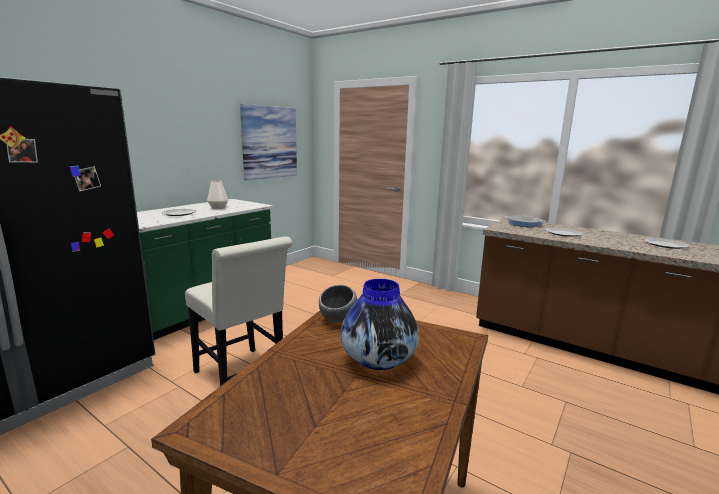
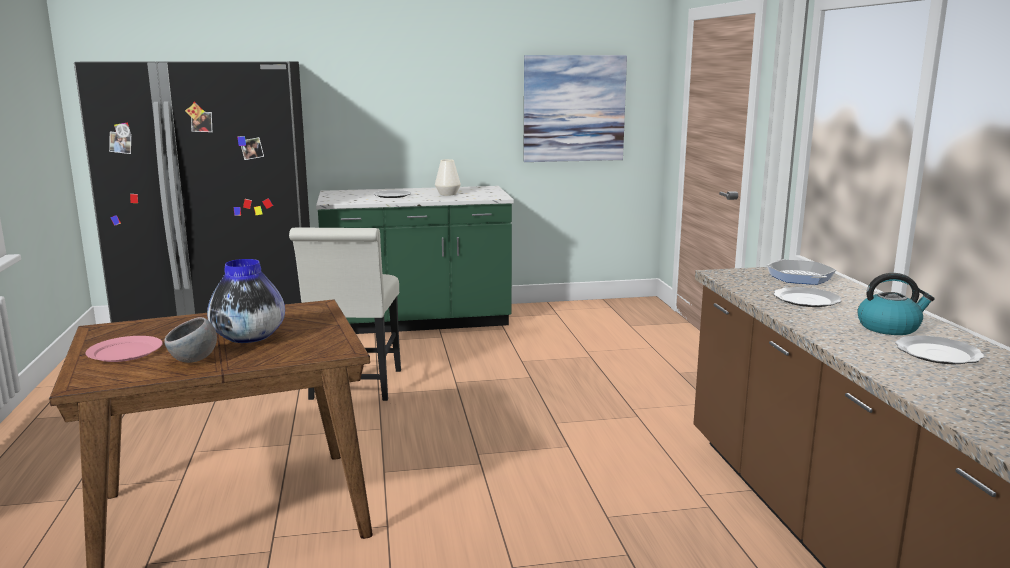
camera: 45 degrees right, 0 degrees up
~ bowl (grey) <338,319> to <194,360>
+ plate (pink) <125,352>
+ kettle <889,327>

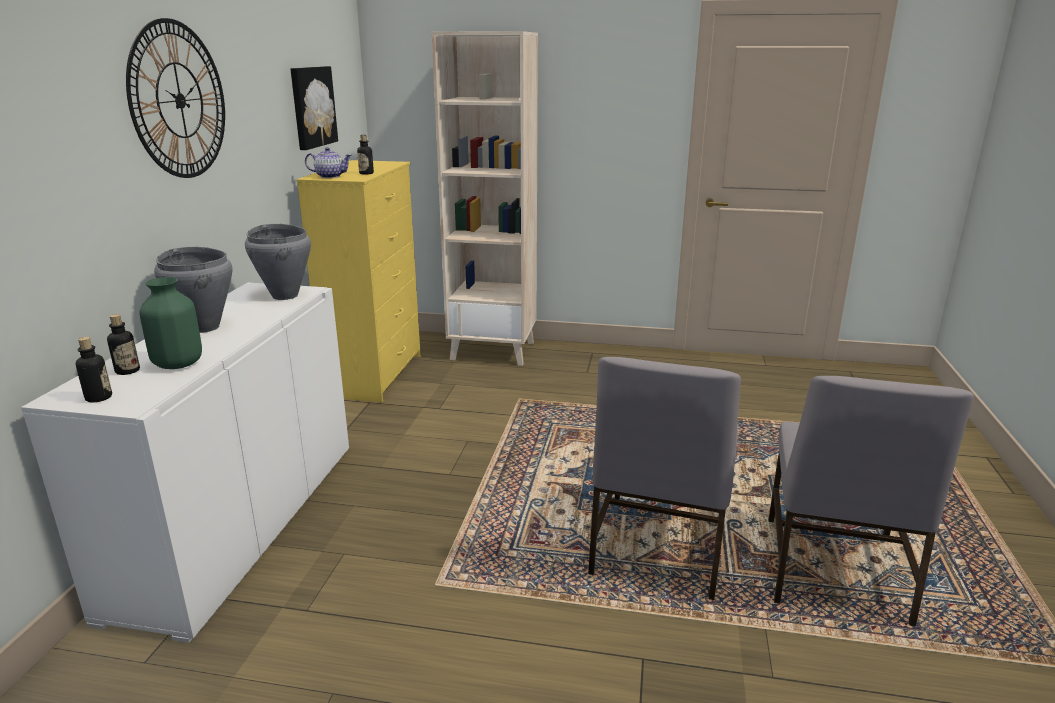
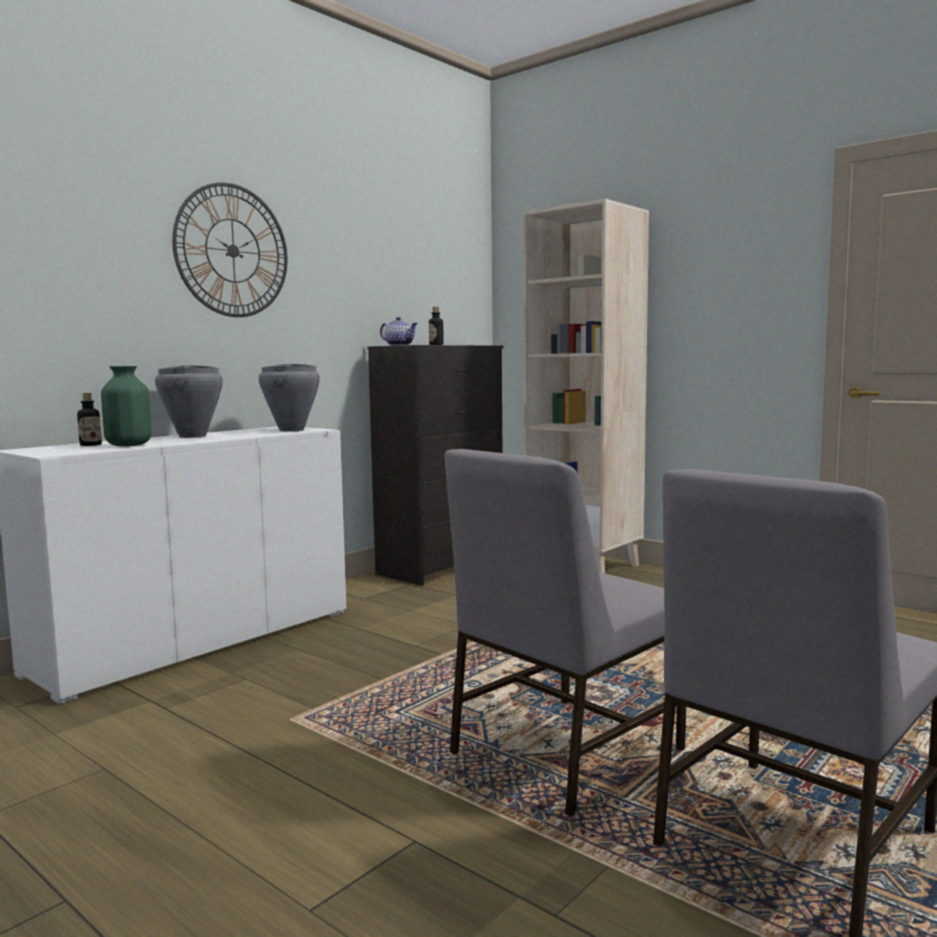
camera: 30 degrees right, 15 degrees down
- bottle <99,397>
- picture <312,107>
~ dresser (yellow) <376,375> to dresser (black) <443,567>

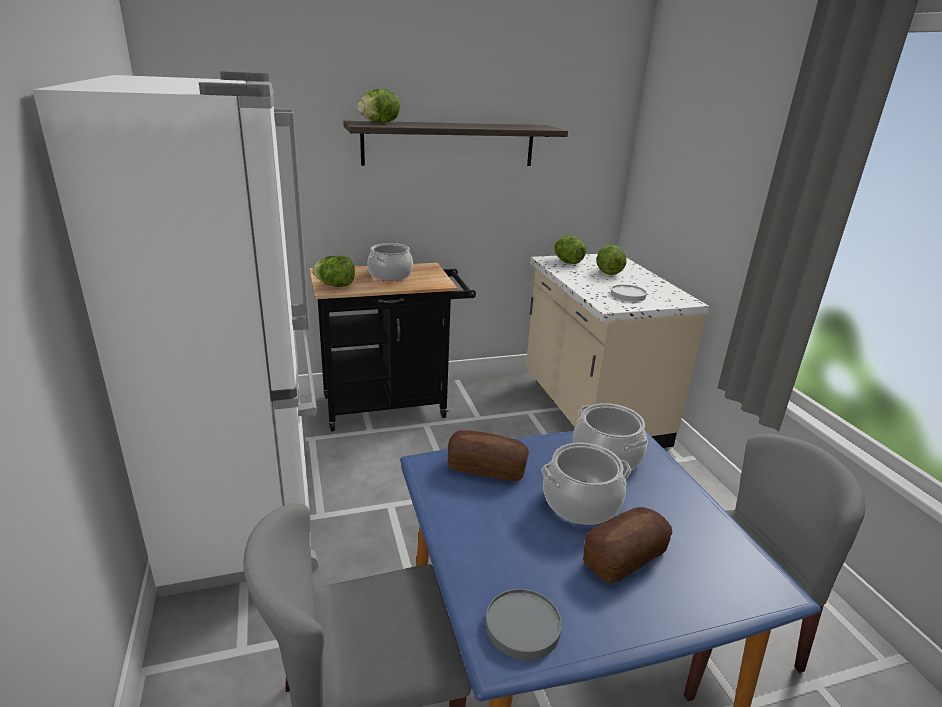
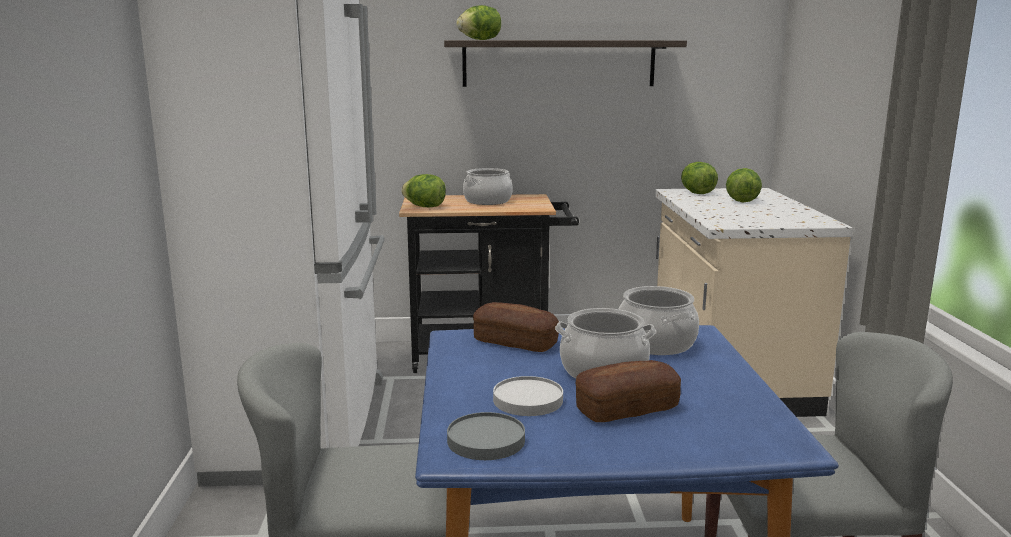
camera: 15 degrees right, 10 degrees down
~ plate (white) <628,295> to <528,400>

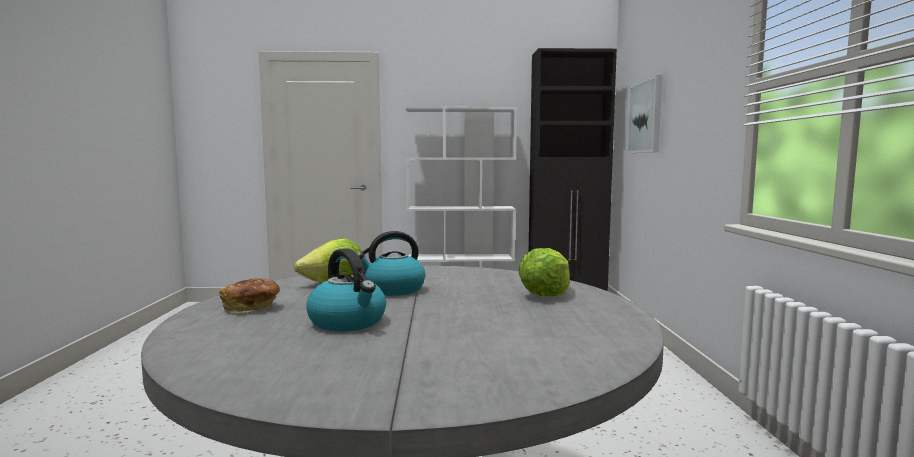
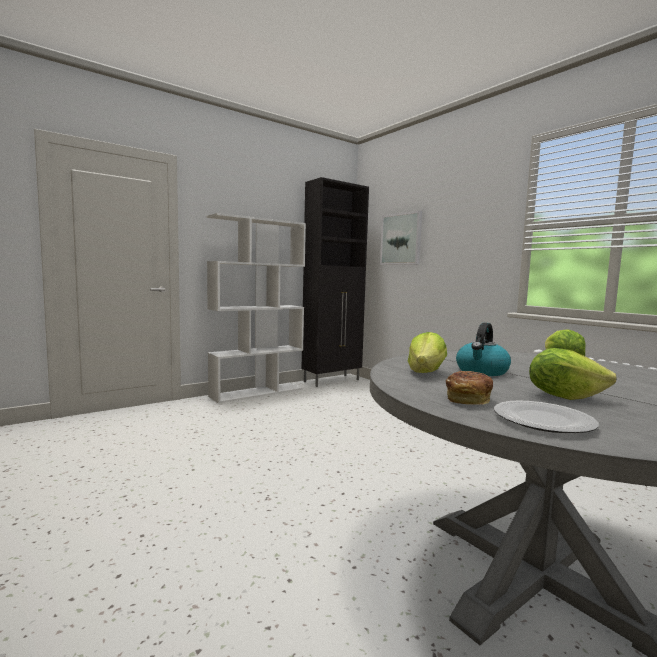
camera: 35 degrees left, 0 degrees up
~ kettle <348,322> to lettuce <563,396>
+ plate <541,420>

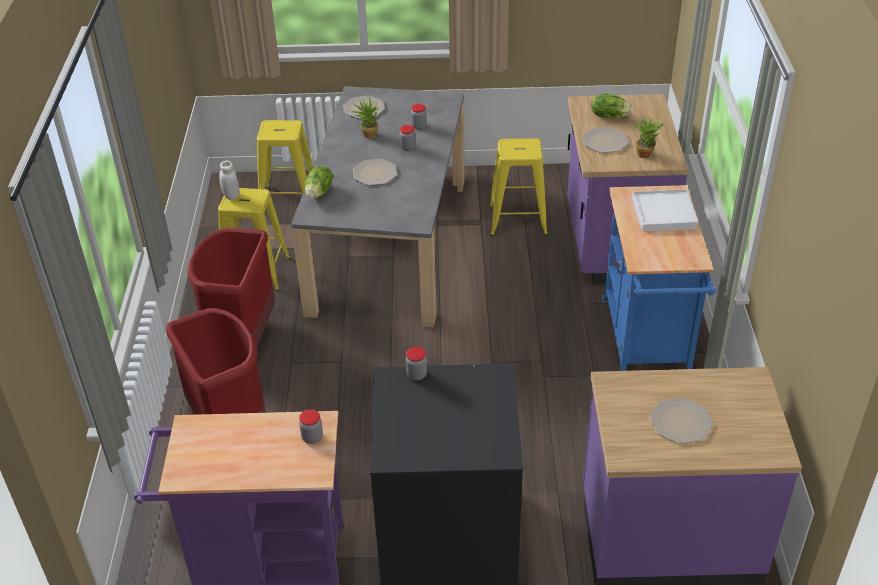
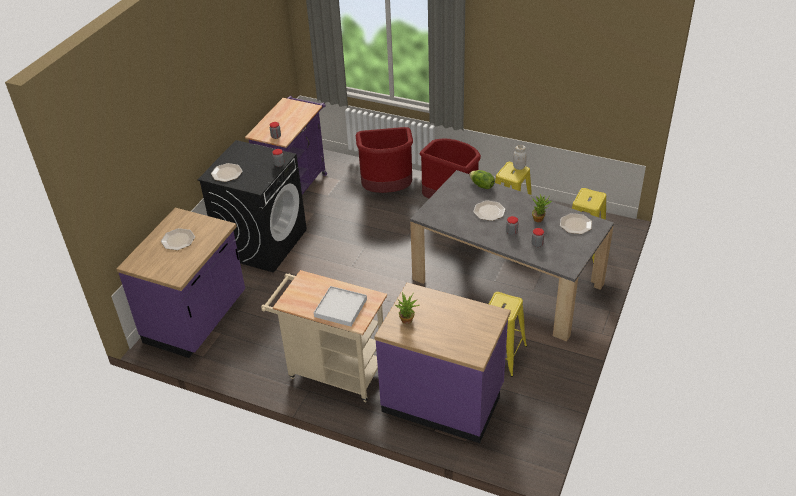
camera: 115 degrees right, 0 degrees up
~ plate <605,141> to <226,173>
- lettuce <609,116>
~ cart (blue) <646,343> to cart (beige) <332,371>

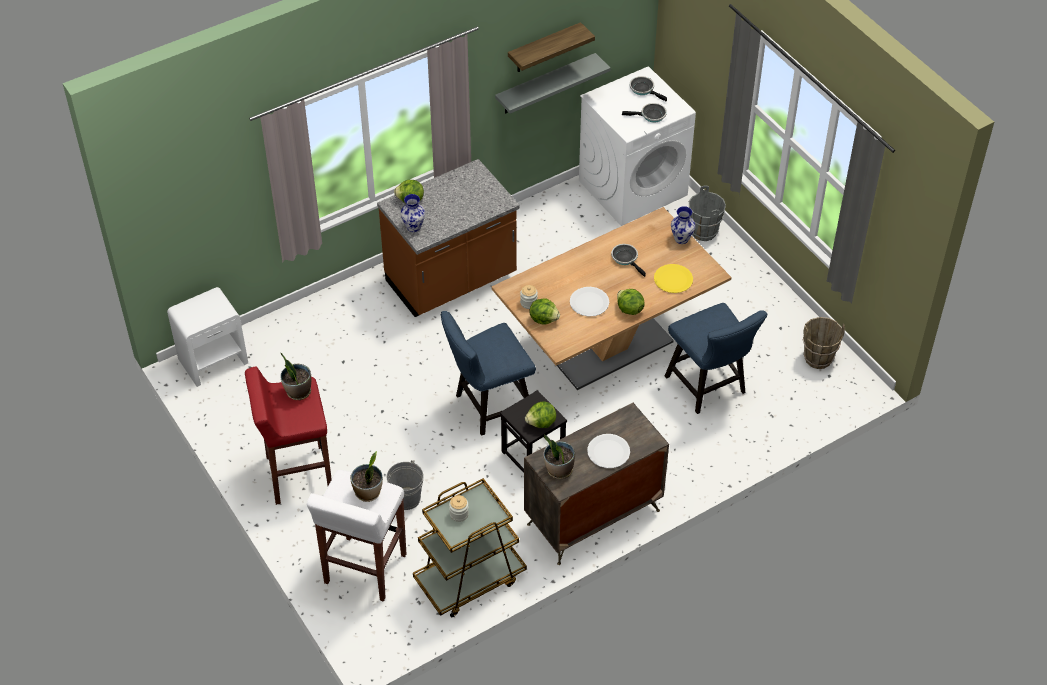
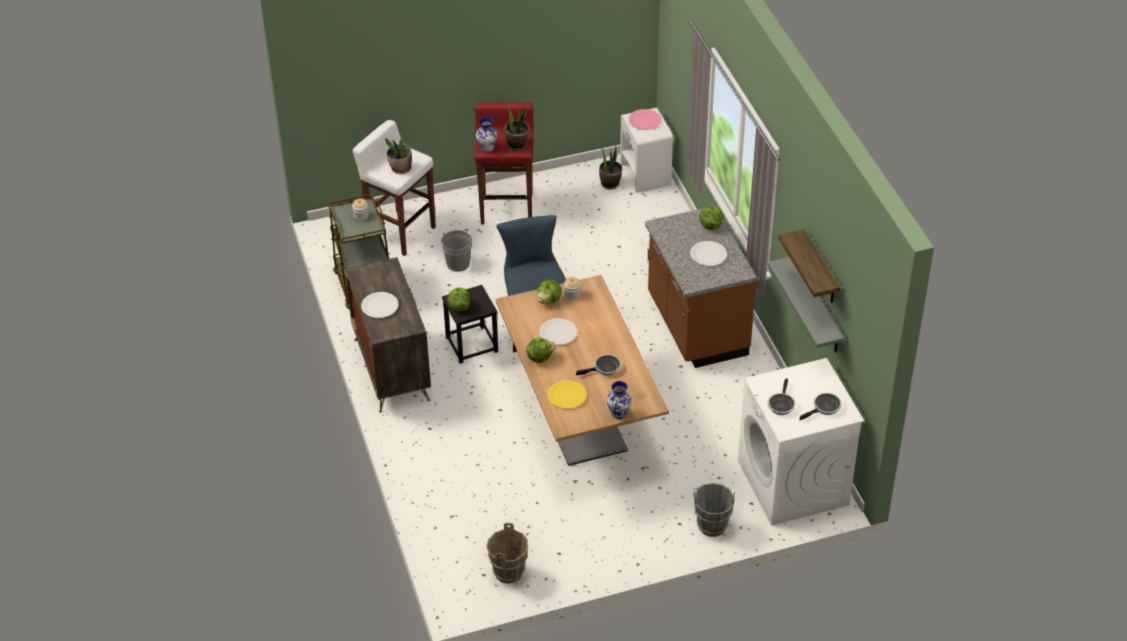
camera: 105 degrees right, 5 degrees down
~ vase <414,227> to <487,148>
~ potted plant <559,470> to <610,183>
- chair (blue) <709,388>
+ plate (pink) <645,120>
+ plate (white) <708,255>

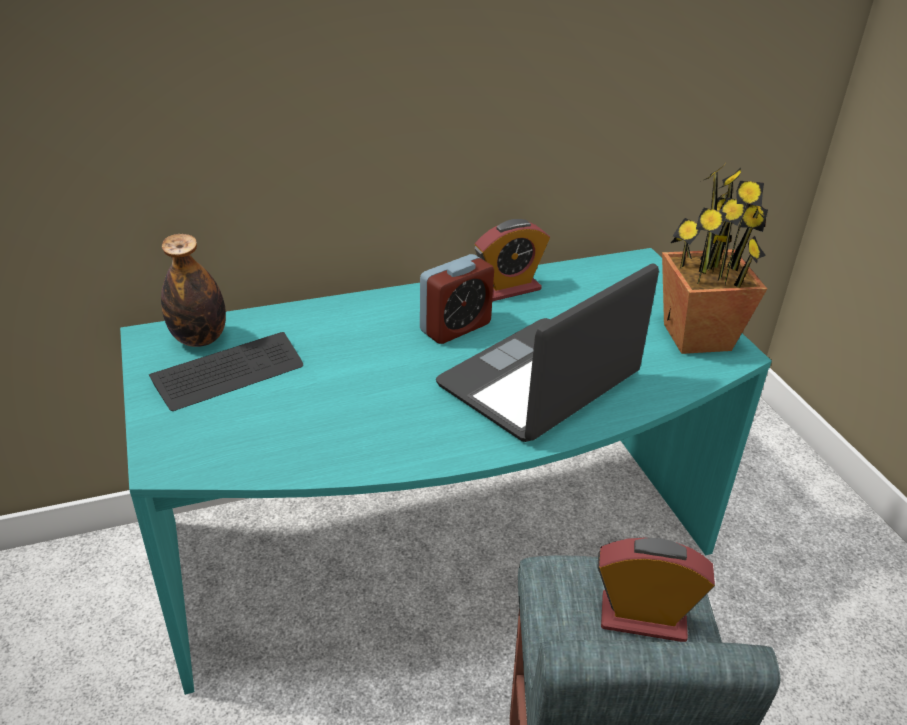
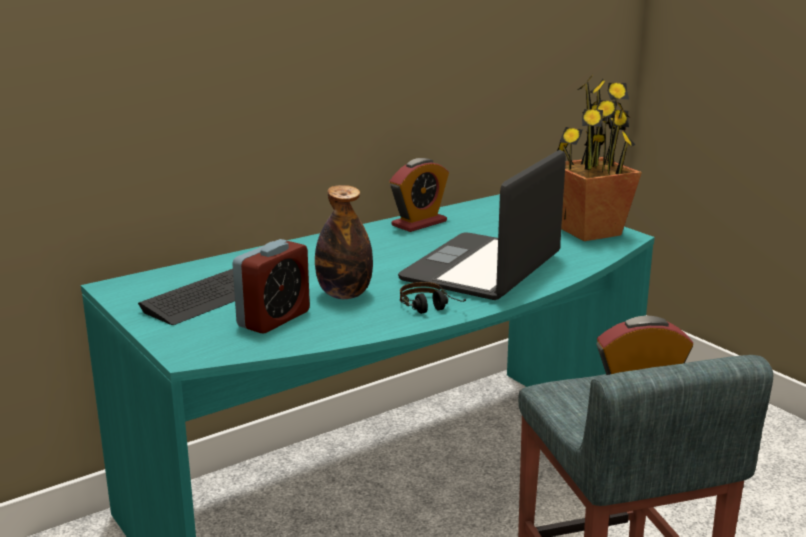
camera: 15 degrees left, 15 degrees down
~ bottle <199,339> to <344,294>
~ alarm clock <455,327> to <274,319>
+ headphones <432,309>

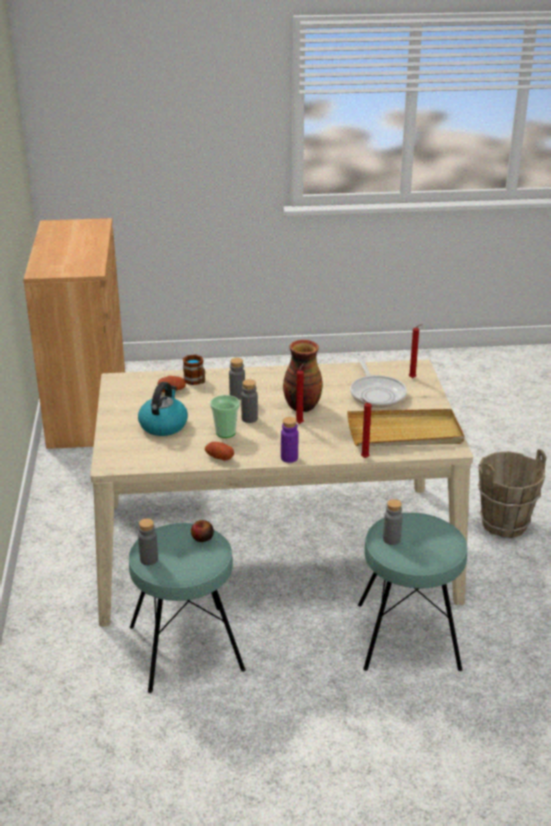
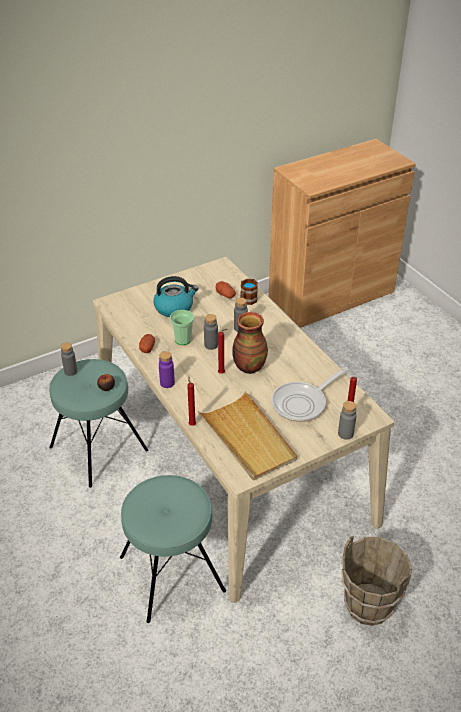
camera: 65 degrees right, 10 degrees up
~ bottle (grey) <391,539> to <345,434>

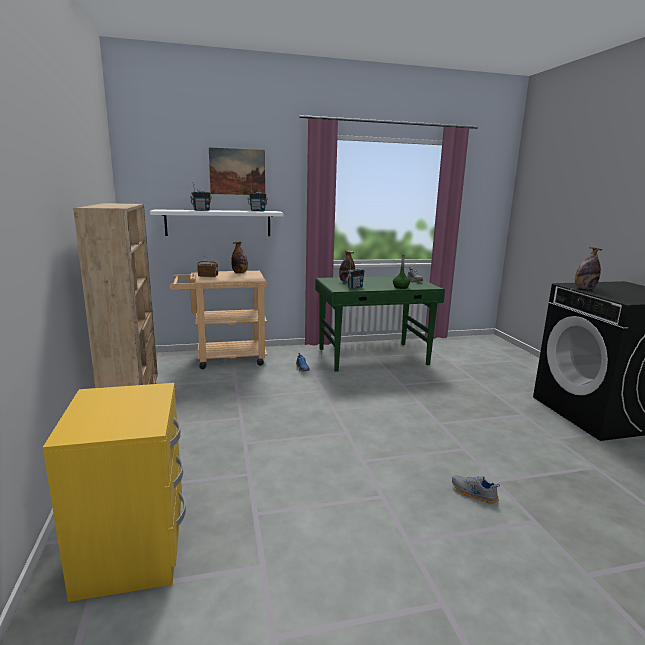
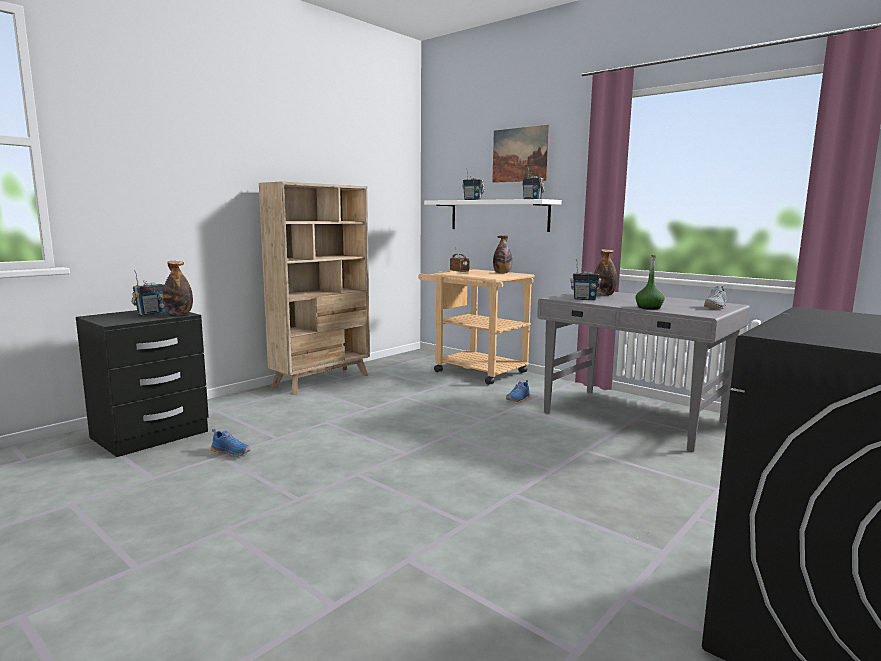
camera: 55 degrees right, 5 degrees down
~ nightstand (yellow) <134,548> to nightstand (black) <150,435>
~ desk (green) <373,357> to desk (grey) <633,418>
- shoe (grey) <473,493>
~ bottle <584,288> to <179,314>
+ radio <151,313>
+ shoe (blue) <231,452>

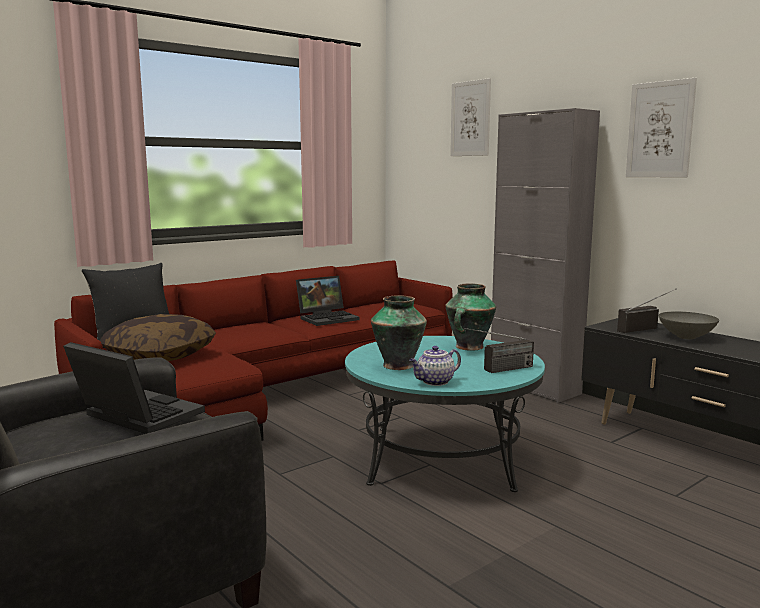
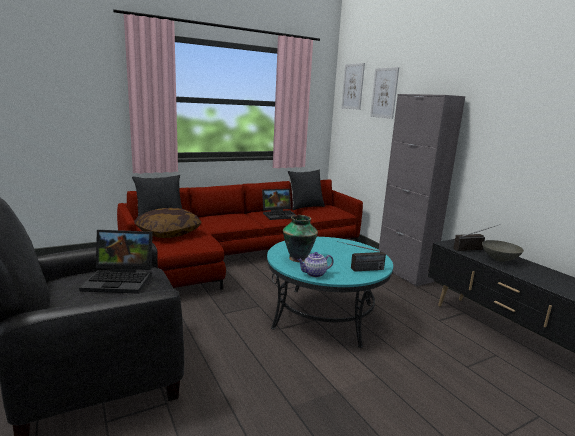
camera: 10 degrees right, 5 degrees up
~ laptop <134,416> = <121,280> 135 degrees clockwise
- vase <468,347>
~ picture <660,129> to <353,86>
+ pillow (black) <305,207>

